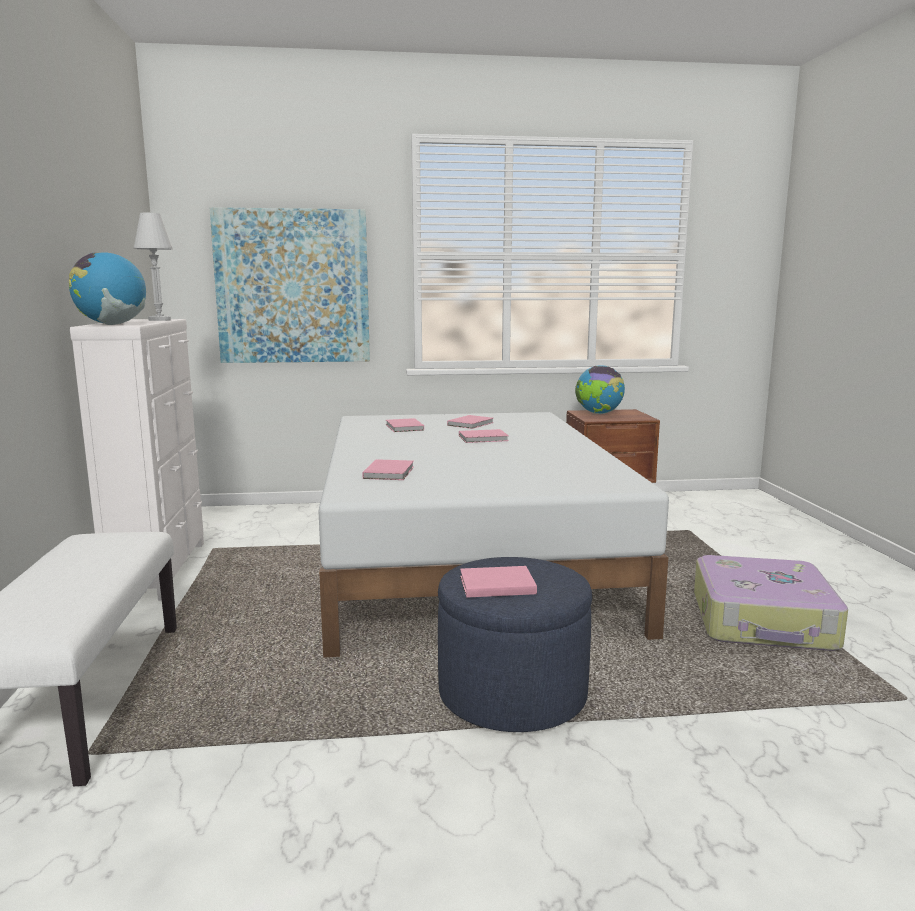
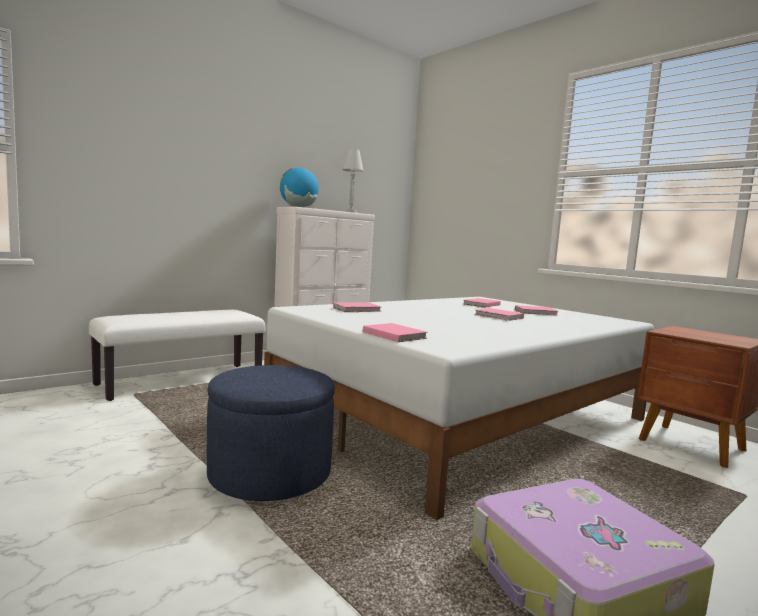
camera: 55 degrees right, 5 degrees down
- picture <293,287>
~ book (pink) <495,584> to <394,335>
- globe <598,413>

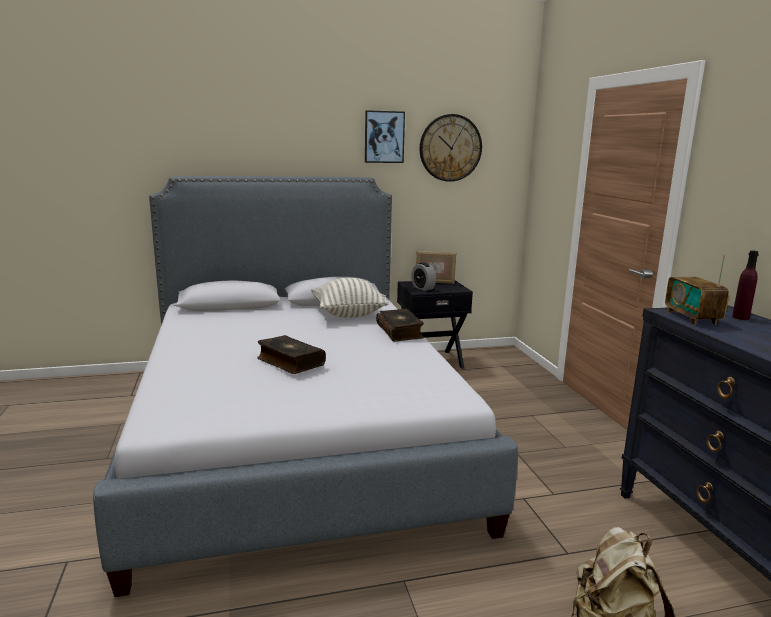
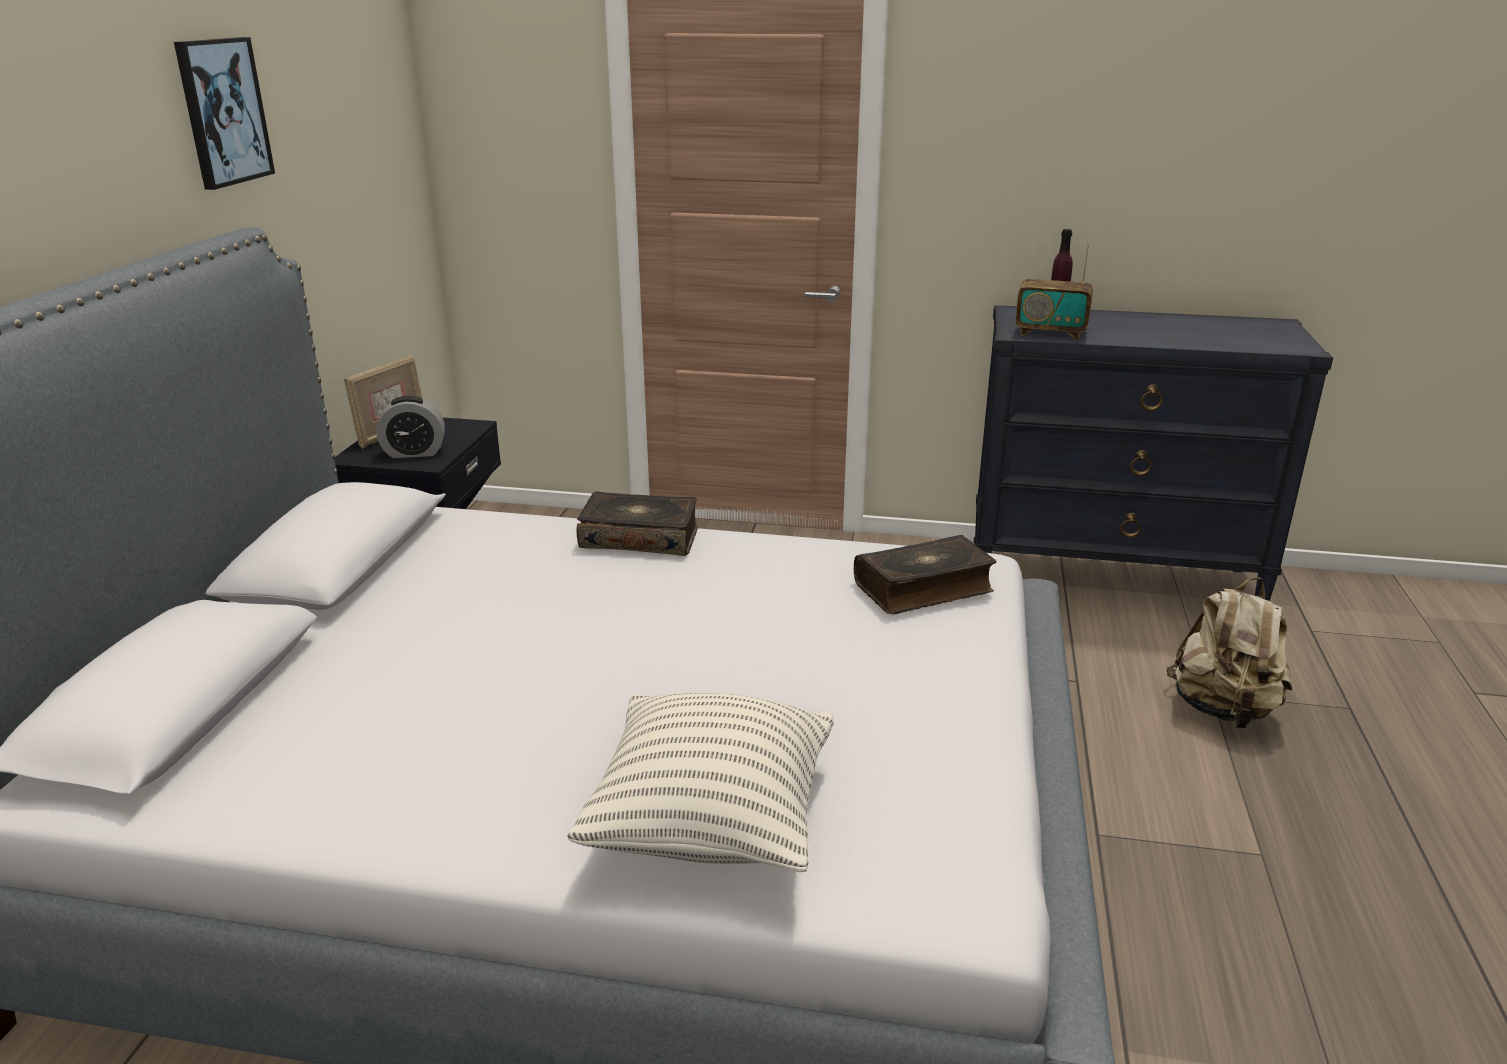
camera: 65 degrees left, 10 degrees up
~ book <289,362> to <924,588>
~ pillow <348,314> to <711,825>
- wall clock <450,148>

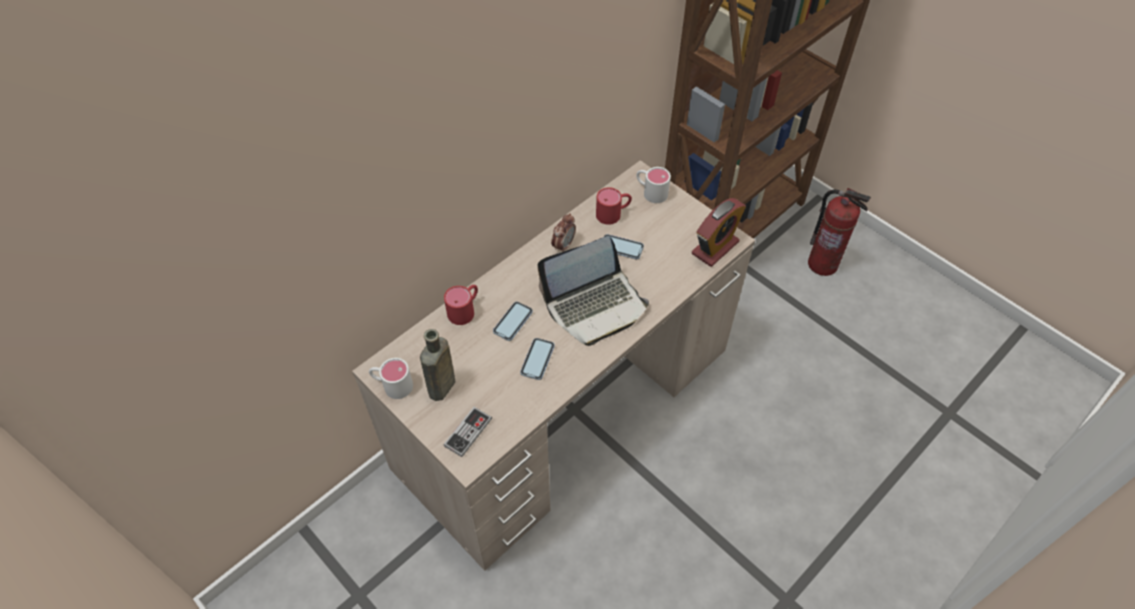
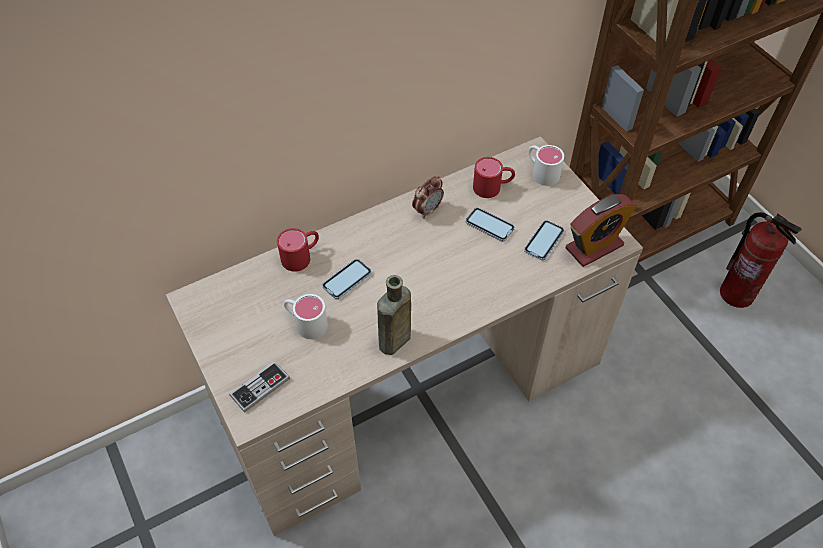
camera: 15 degrees right, 0 degrees up
~ mug (white) <392,385> to <305,322>
~ bottle (brown) <440,389> to <393,342>
~ phone <537,359> to <544,241>
- laptop <595,306>

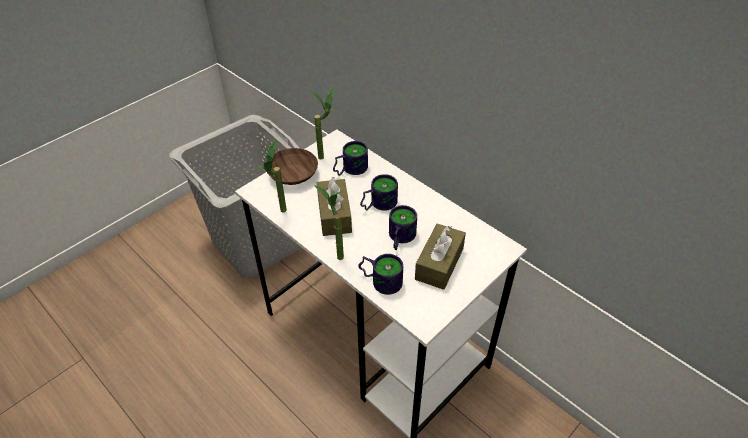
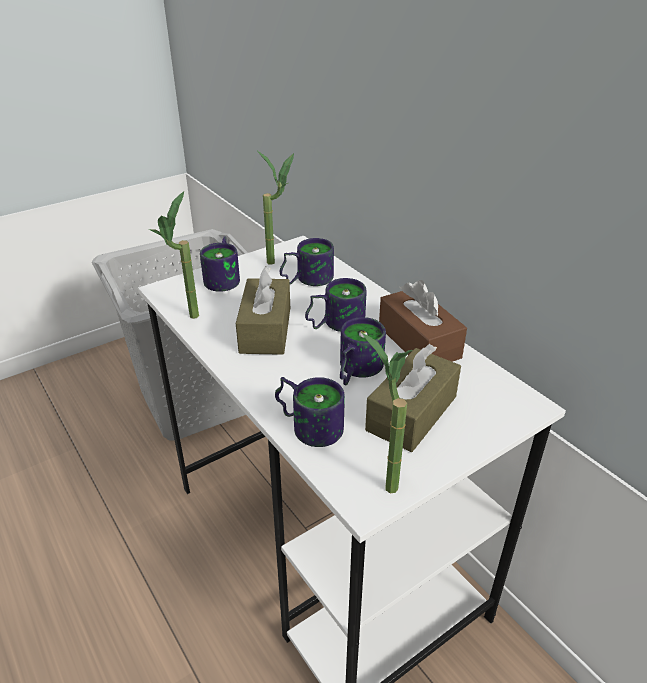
camera: 10 degrees right, 10 degrees down
~ bowl (brown) <294,175> to mug <225,278>
~ potted plant <335,254> to <382,480>
+ tissue box (brown) <419,342>

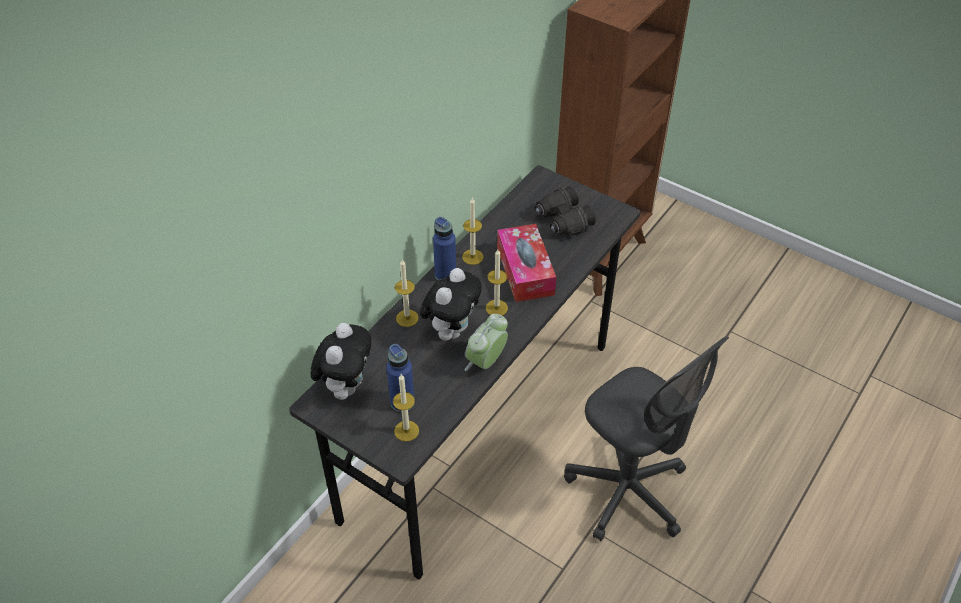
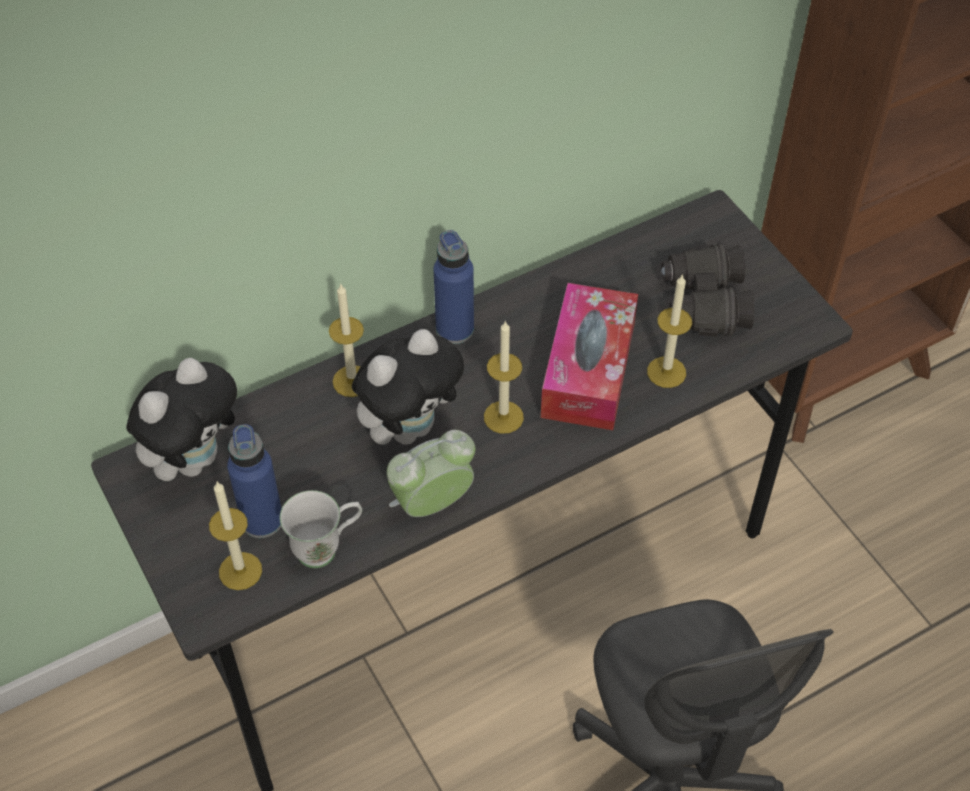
camera: 25 degrees right, 5 degrees up
~ candle <472,257> to <666,372>
+ mug (white) <327,548>

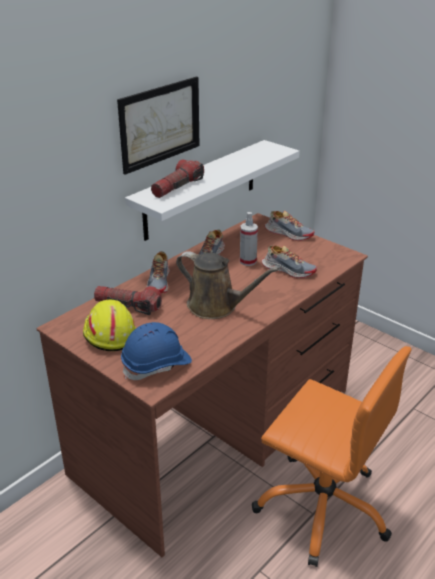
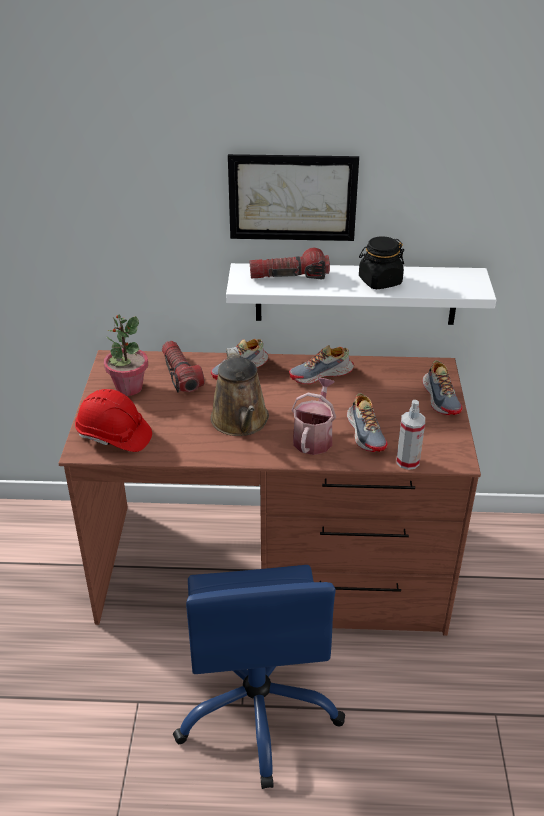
camera: 50 degrees right, 5 degrees up
~ hard hat (yellow) <108,334> to potted plant <128,388>
~ hard hat (blue) <157,365> to hard hat (red) <114,436>
~ spray bottle <248,261> to <407,461>
~ office chair (orange) <323,506> to office chair (blue) <258,708>
+ watering can <314,437>
+ jar (black) <379,281>

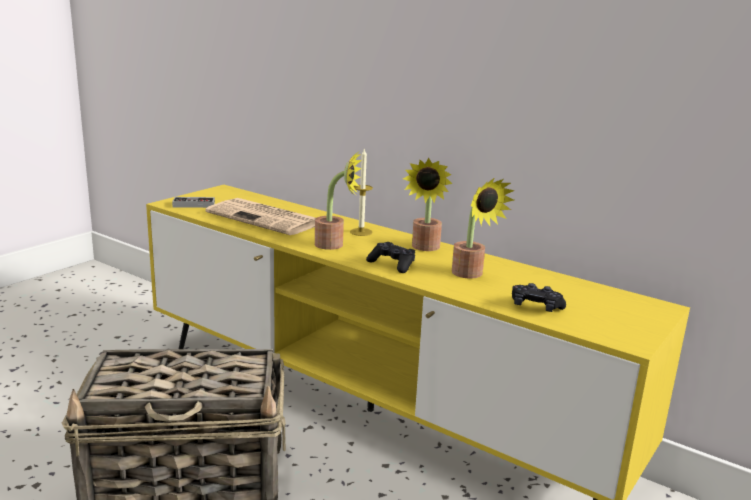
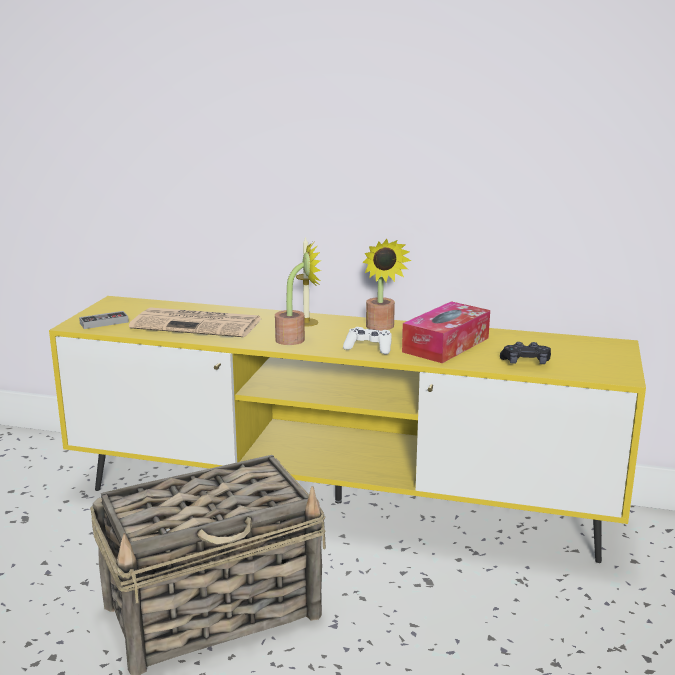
camera: 20 degrees left, 0 degrees up
~ game controller (black) <392,264> to game controller (white) <368,348>
~ potted plant <471,275> to tissue box <446,345>

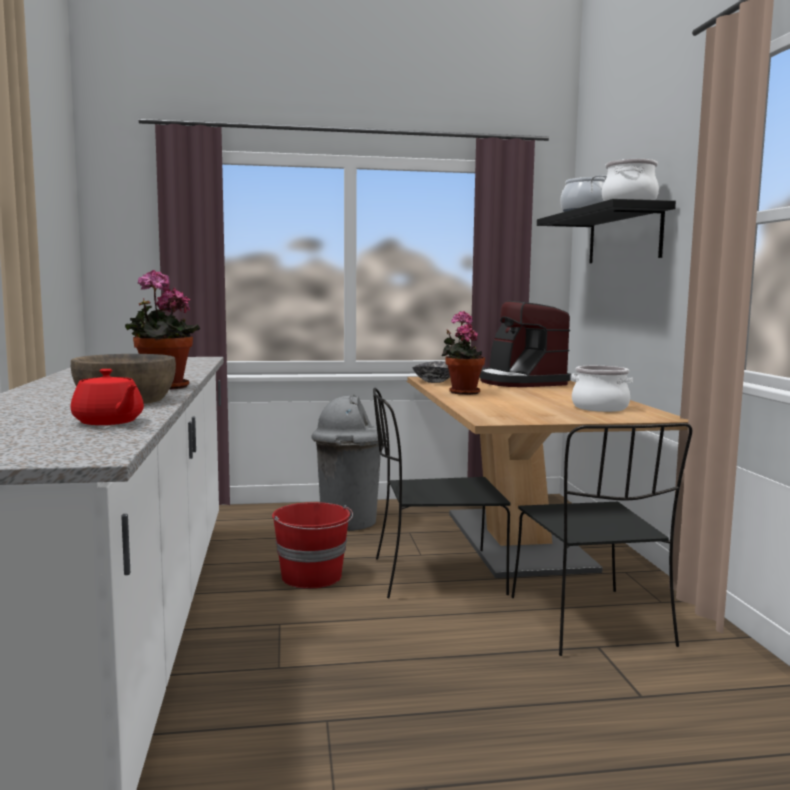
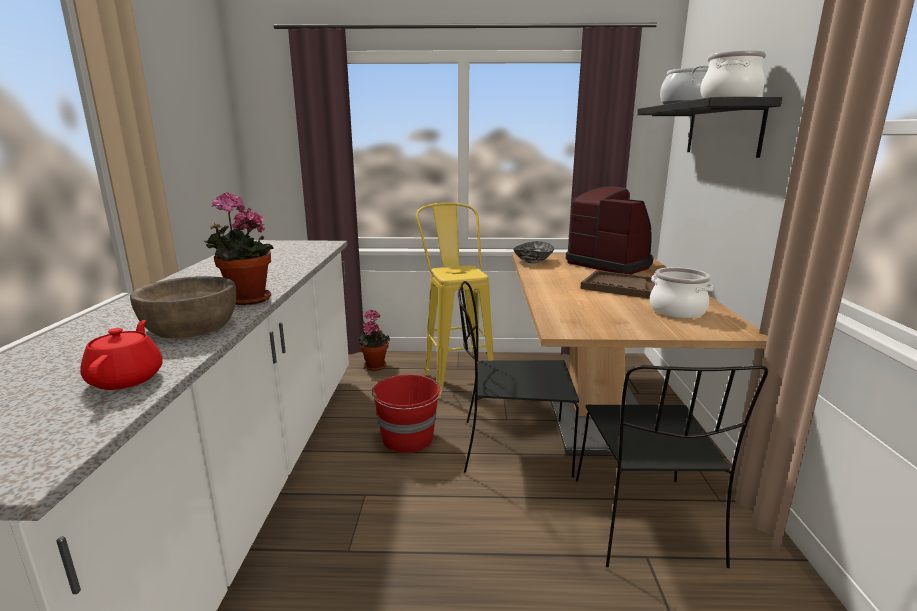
camera: 10 degrees right, 10 degrees up
~ teapot (red) <108,422> = <127,378> 150 degrees counterclockwise
~ trash can (grey) <349,522> to stool (yellow) <455,376>
~ potted plant <462,392> to <374,365>
~ coffee machine <520,382> = <610,264> 150 degrees clockwise
+ tray (brown) <621,287>

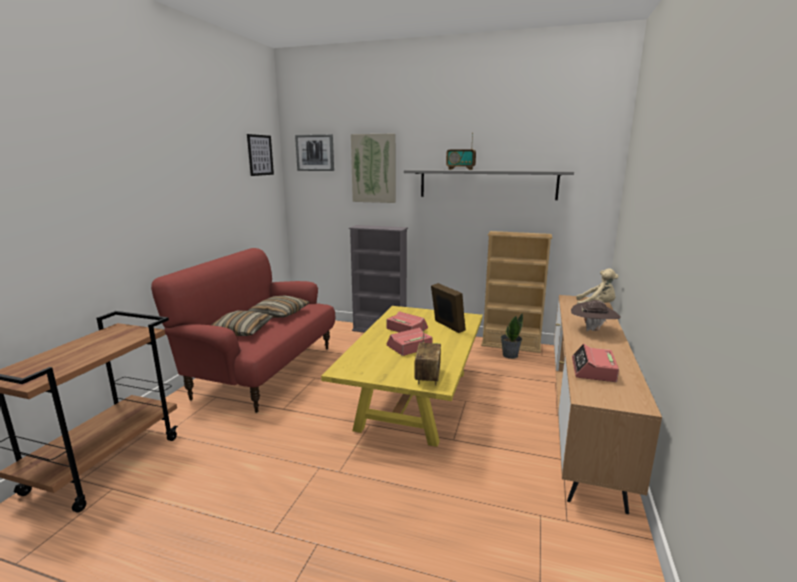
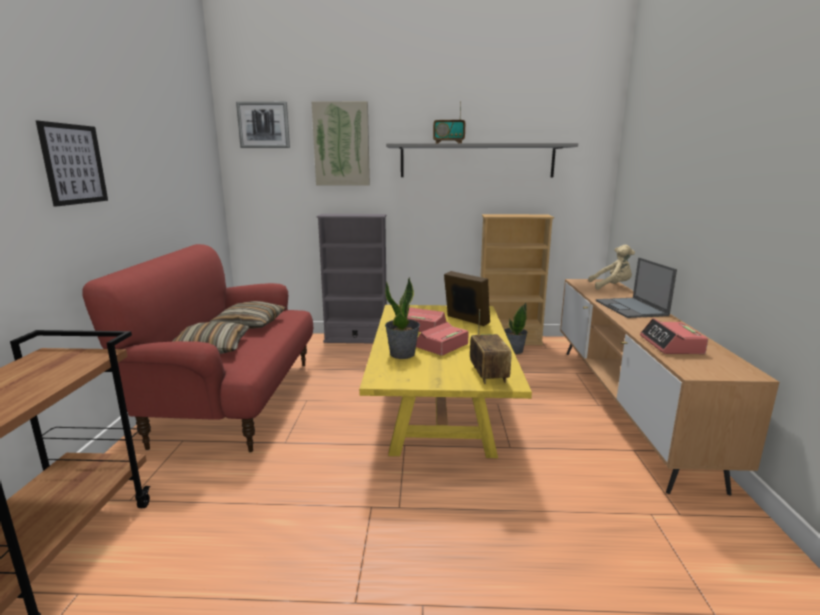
camera: 15 degrees left, 0 degrees up
~ picture <260,155> to <74,164>
~ hat (brown) <593,330> to laptop <631,308>
+ potted plant <402,354>

